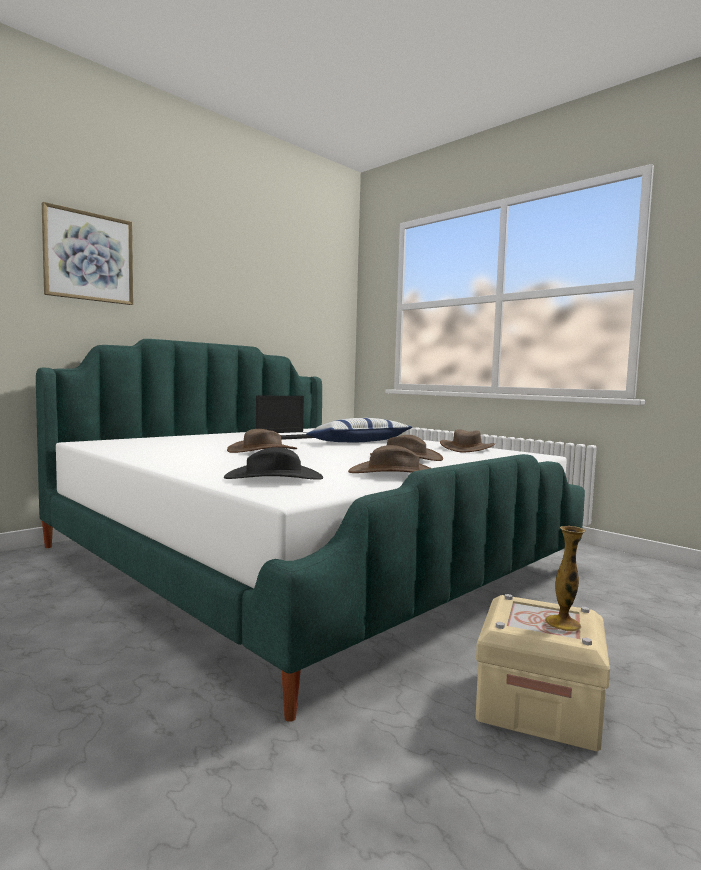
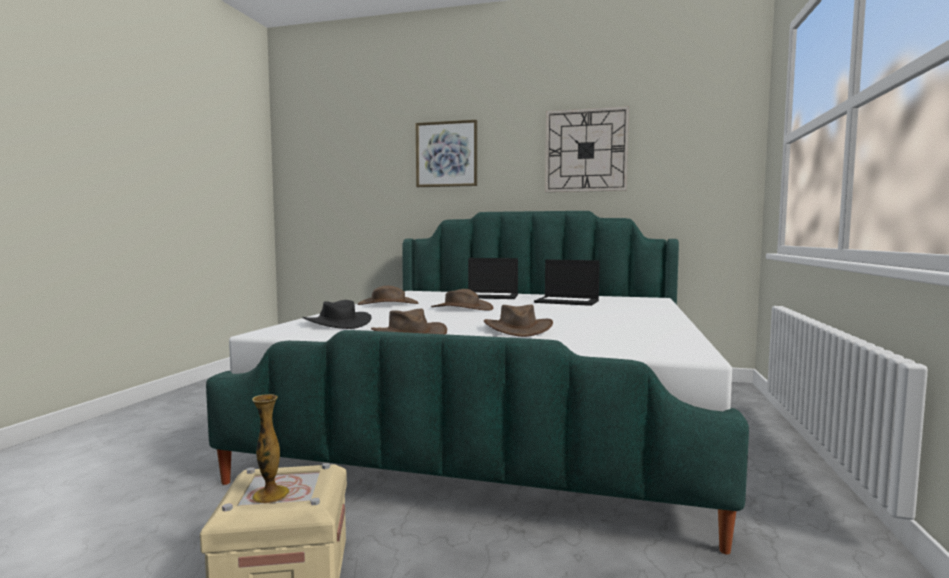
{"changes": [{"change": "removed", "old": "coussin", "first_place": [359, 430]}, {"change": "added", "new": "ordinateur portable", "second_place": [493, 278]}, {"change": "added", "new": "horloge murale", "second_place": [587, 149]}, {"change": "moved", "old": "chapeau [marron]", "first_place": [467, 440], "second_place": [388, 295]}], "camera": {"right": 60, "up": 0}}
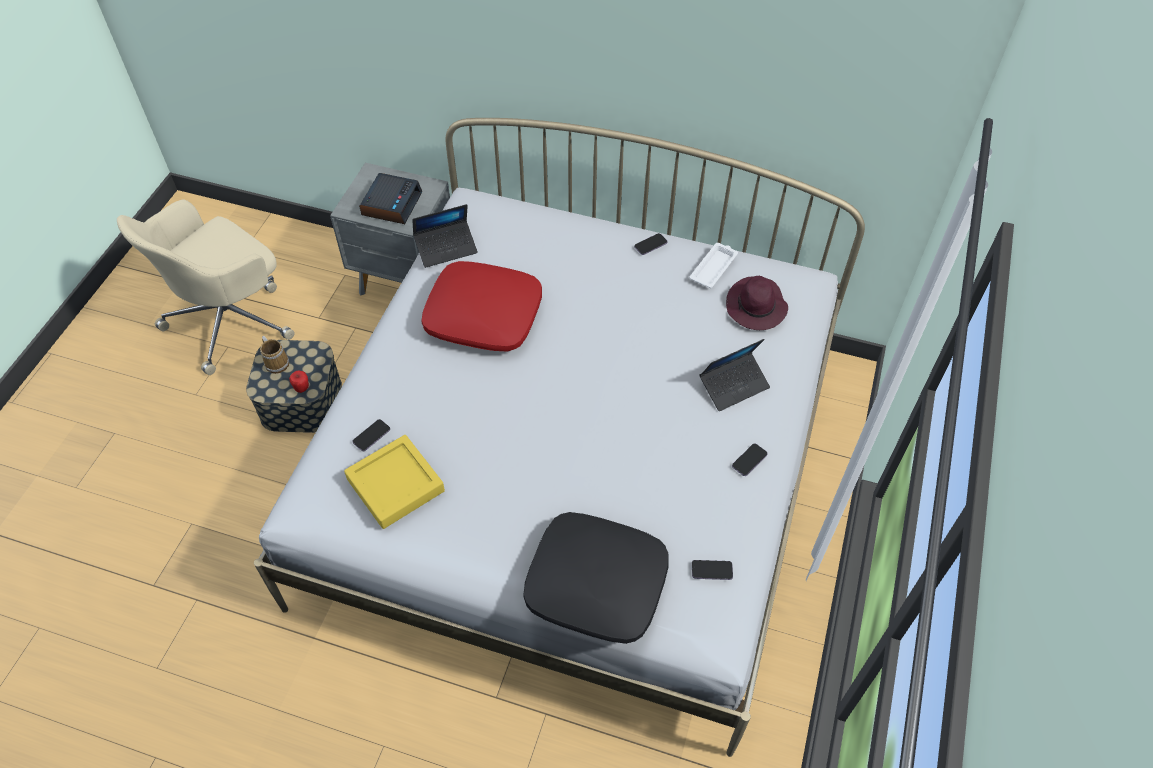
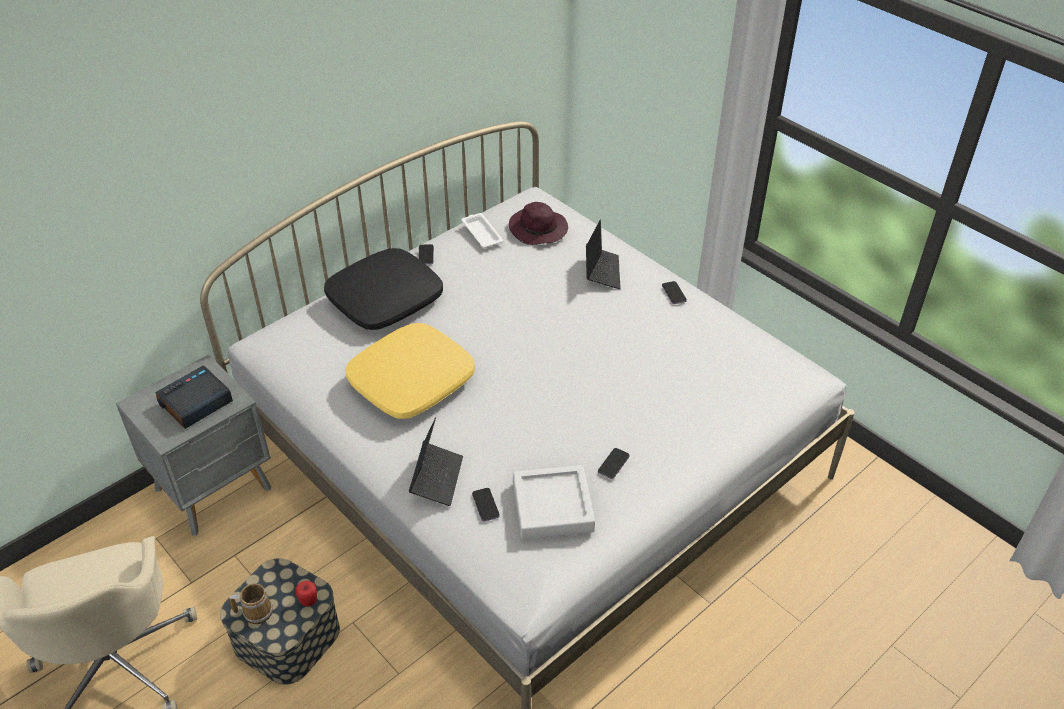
{"changes": [{"change": "moved", "old": "ordinateur portable", "first_place": [445, 236], "second_place": [436, 461]}, {"change": "moved", "old": "coussin [noir]", "first_place": [596, 578], "second_place": [383, 289]}, {"change": "moved", "old": "téléphone", "first_place": [712, 570], "second_place": [614, 463]}, {"change": "recoloured", "old": "plateau [jaune]", "new": "plateau [gris]", "first_place": [394, 482], "second_place": [554, 502]}, {"change": "recoloured", "old": "coussin [rouge]", "new": "coussin [jaune]", "first_place": [482, 306], "second_place": [410, 371]}, {"change": "turned", "old": "réveil", "first_place": [390, 198], "second_place": [194, 397], "degrees": -90}], "camera": {"right": -60, "up": -10}}
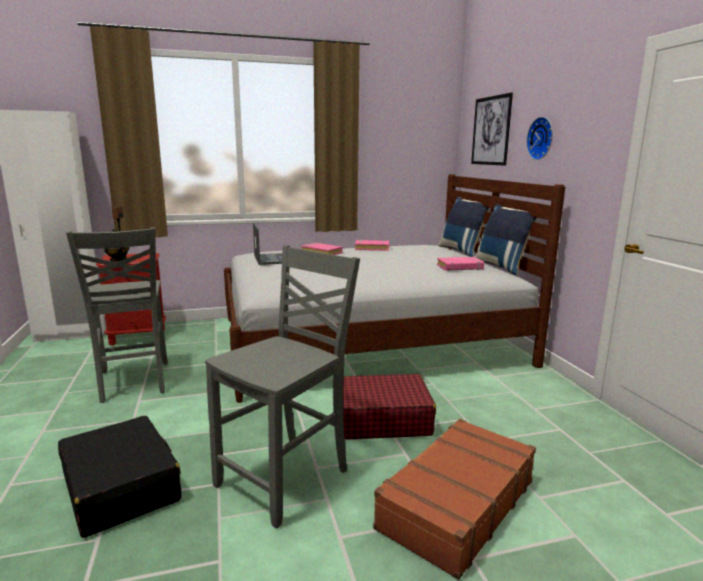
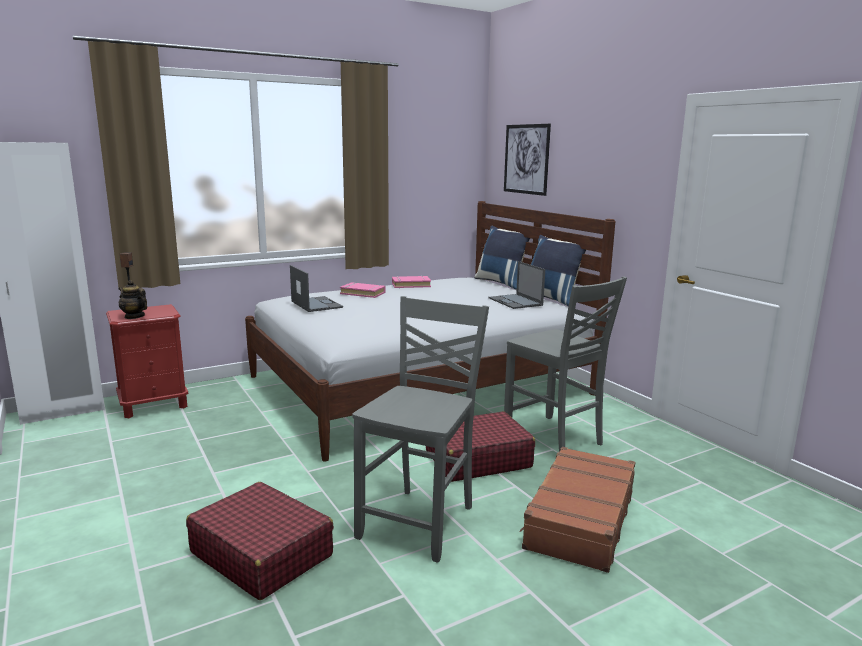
{"changes": [{"change": "removed", "old": "horloge murale", "first_place": [539, 138]}, {"change": "moved", "old": "chaise [gris]", "first_place": [117, 315], "second_place": [565, 364]}, {"change": "replaced", "old": "livre [rose]", "new": "ordinateur portable", "first_place": [460, 264], "second_place": [517, 285]}, {"change": "recoloured", "old": "valise [noir]", "new": "valise [rouge]", "first_place": [119, 477], "second_place": [260, 541]}], "camera": {"right": -15, "up": 0}}
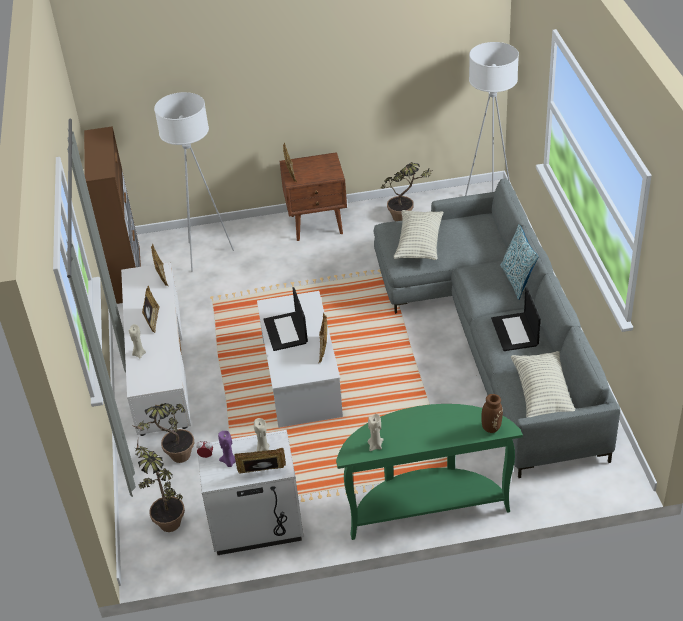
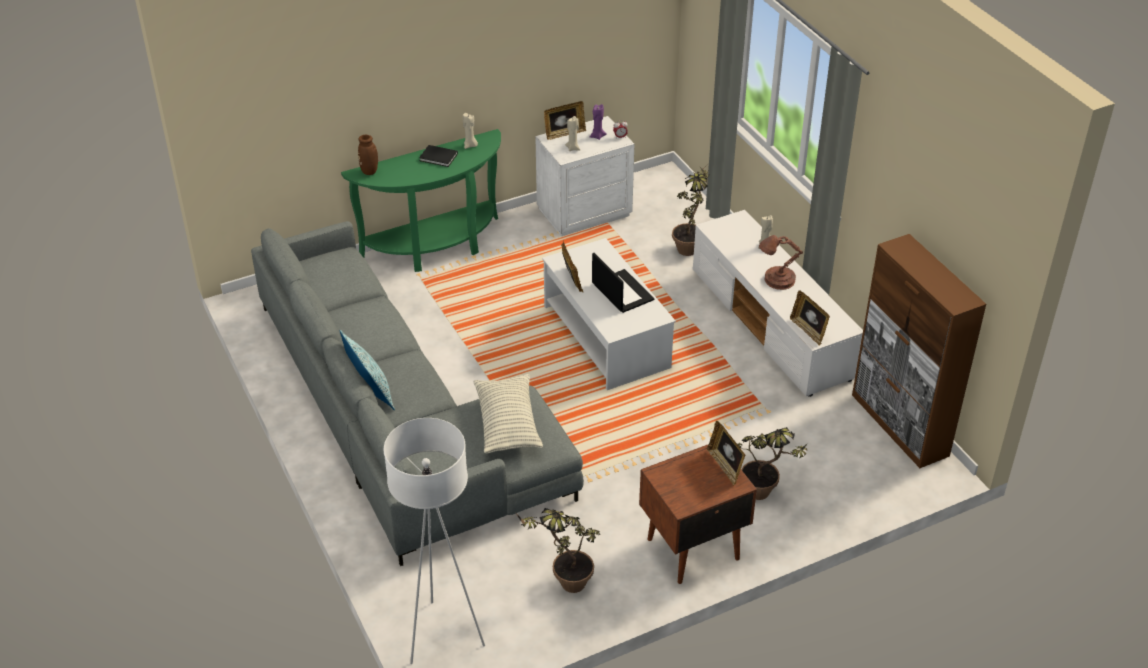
{"changes": [{"change": "removed", "old": "lampadaire [blanc]", "first_place": [194, 182]}, {"change": "removed", "old": "ordinateur portable", "first_place": [516, 319]}, {"change": "removed", "old": "coussin", "first_place": [543, 384]}, {"change": "added", "new": "livre [noir]", "second_place": [438, 156]}, {"change": "moved", "old": "plante en pot", "first_place": [160, 487], "second_place": [773, 463]}, {"change": "replaced", "old": "cadre photo", "new": "lampe de table [marron]", "first_place": [151, 309], "second_place": [781, 262]}], "camera": {"right": 160, "up": 0}}
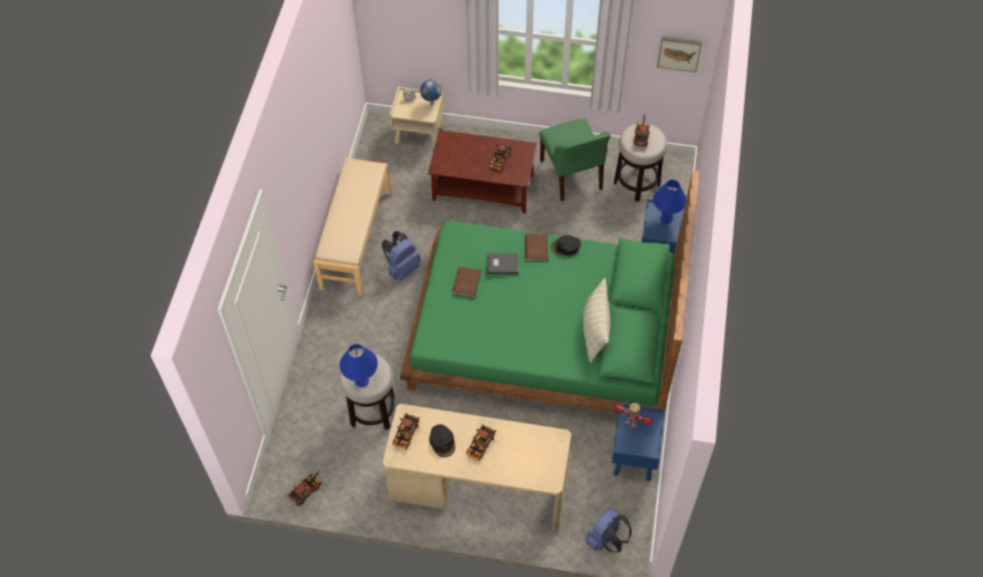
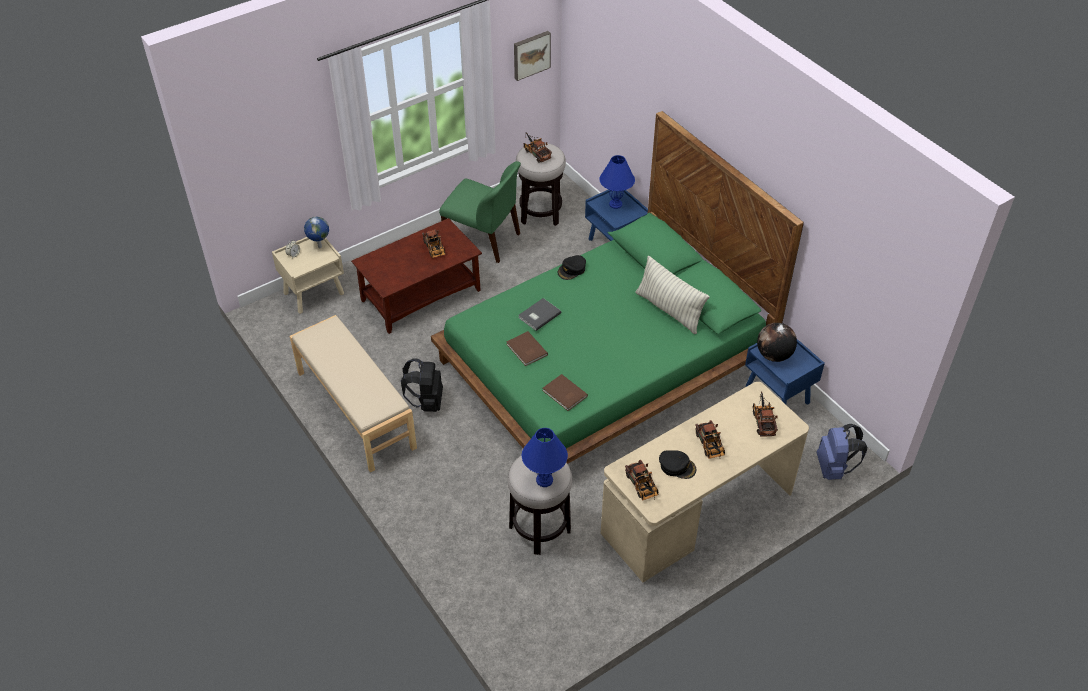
{"changes": [{"change": "moved", "old": "camion jouet", "first_place": [305, 489], "second_place": [765, 414]}, {"change": "moved", "old": "livre [marron]", "first_place": [536, 247], "second_place": [565, 392]}, {"change": "replaced", "old": "robot jouet", "new": "globe", "first_place": [634, 416], "second_place": [777, 342]}, {"change": "recoloured", "old": "sac à dos [bleu]", "new": "sac à dos [noir]", "first_place": [401, 256], "second_place": [422, 385]}], "camera": {"right": -45, "up": -10}}
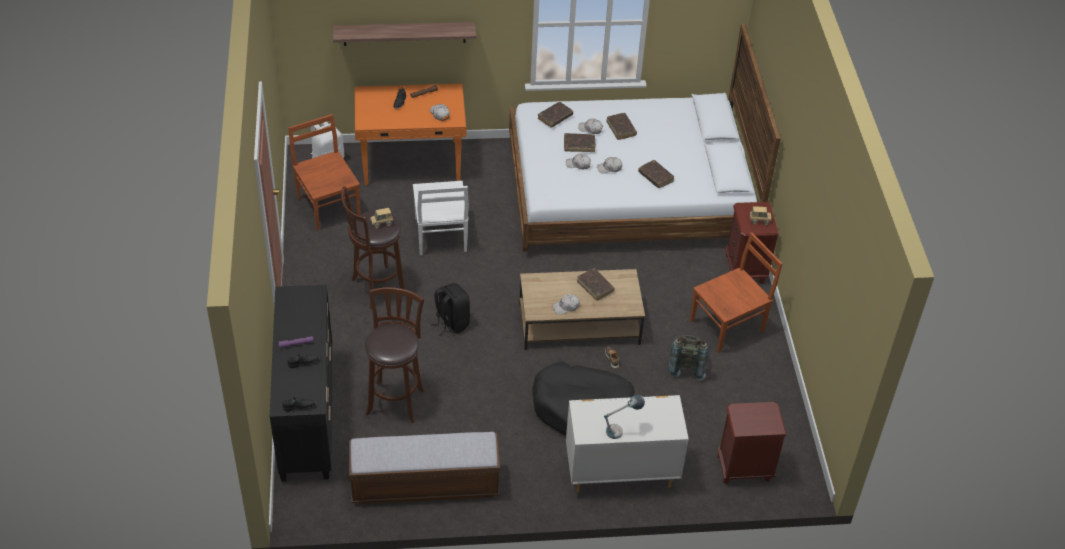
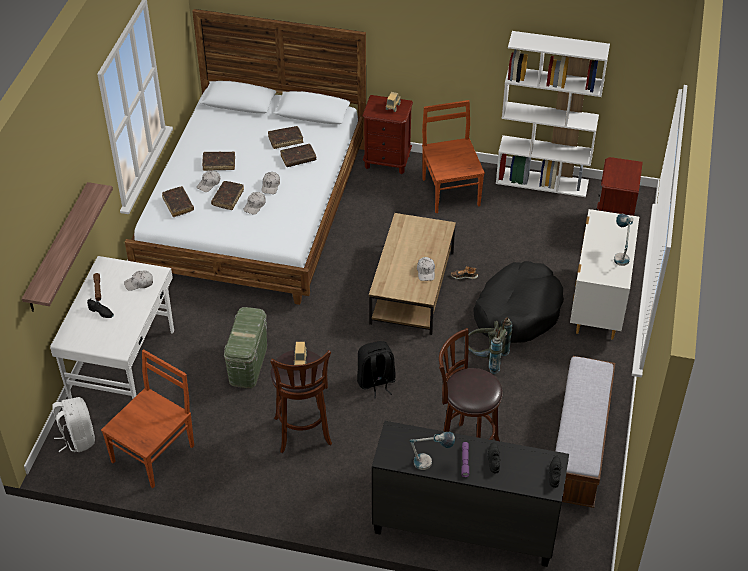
{"changes": [{"change": "added", "new": "lampe de table", "second_place": [432, 451]}, {"change": "added", "new": "bibliothèque [blanc]", "second_place": [553, 114]}, {"change": "moved", "old": "livre [marron]", "first_place": [596, 284], "second_place": [285, 137]}, {"change": "moved", "old": "sac à dos [gris]", "first_place": [688, 358], "second_place": [490, 345]}, {"change": "replaced", "old": "chaise [blanc]", "new": "boîte de rangement [vert]", "first_place": [441, 218], "second_place": [245, 347]}, {"change": "recoloured", "old": "bureau [orange]", "new": "bureau [blanc]", "first_place": [410, 134], "second_place": [112, 328]}, {"change": "turned", "old": "chaise [marron]", "first_place": [324, 172], "second_place": [147, 418], "degrees": 135}], "camera": {"right": -70, "up": 0}}
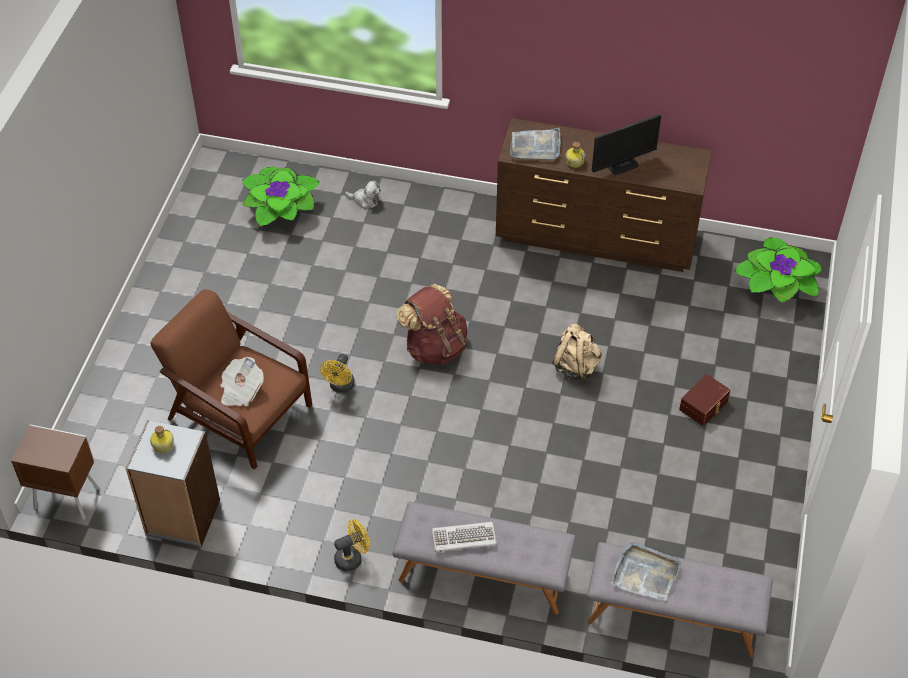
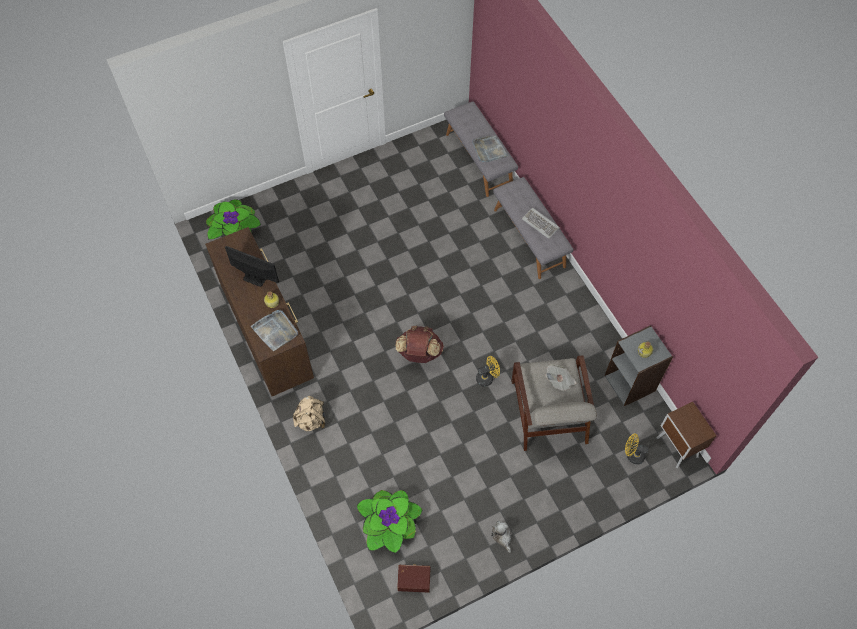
{"changes": [{"change": "moved", "old": "ventilateur [jaune]", "first_place": [351, 545], "second_place": [637, 449]}, {"change": "moved", "old": "peluche", "first_place": [363, 194], "second_place": [501, 537]}, {"change": "moved", "old": "sac à dos [beige]", "first_place": [577, 353], "second_place": [309, 413]}, {"change": "moved", "old": "boîte de rangement [marron]", "first_place": [704, 400], "second_place": [413, 579]}, {"change": "recoloured", "old": "fauteuil [marron]", "new": "fauteuil [gris]", "first_place": [231, 379], "second_place": [554, 403]}], "camera": {"right": -130, "up": 10}}
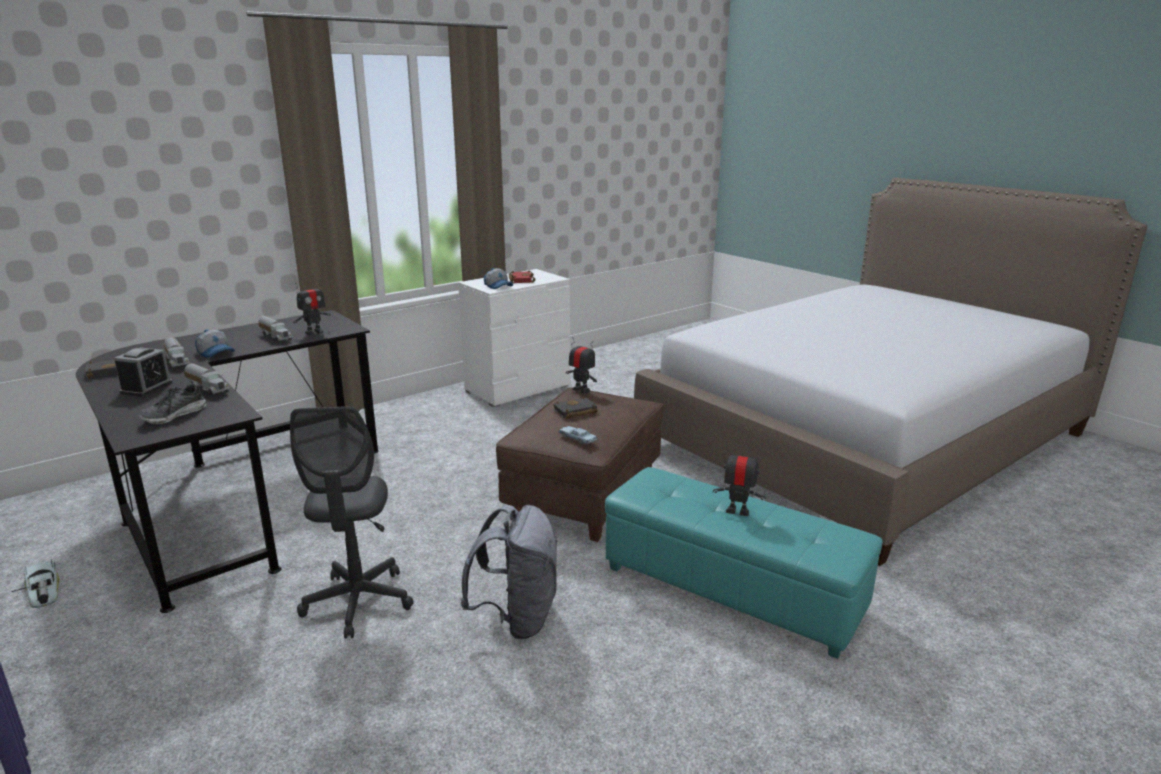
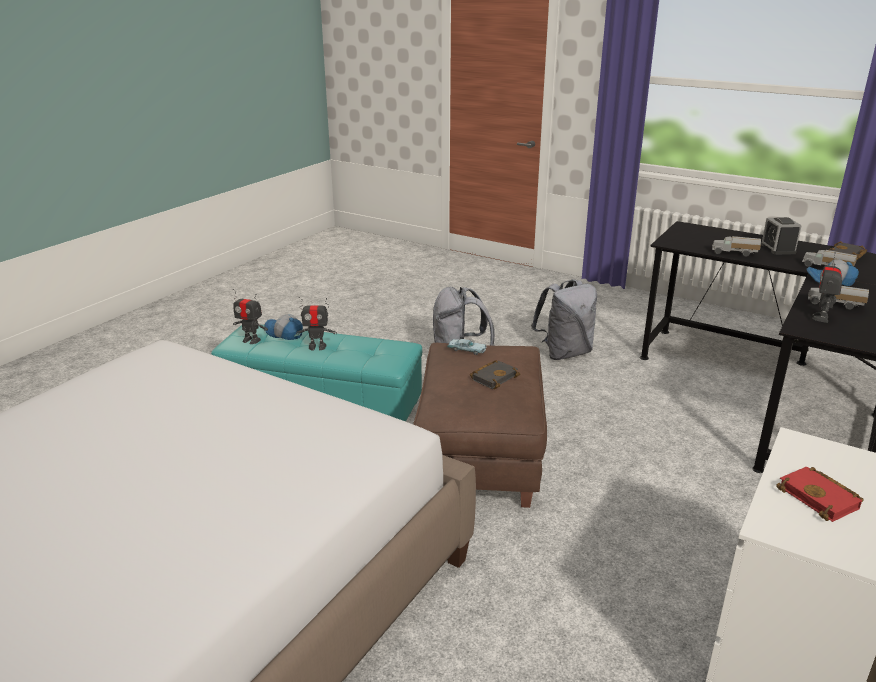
{"changes": [{"change": "removed", "old": "petite voiture", "first_place": [35, 583]}, {"change": "removed", "old": "chaussure", "first_place": [172, 403]}, {"change": "moved", "old": "casquette", "first_place": [498, 278], "second_place": [283, 327]}, {"change": "moved", "old": "robot jouet", "first_place": [581, 365], "second_place": [250, 316]}, {"change": "replaced", "old": "chaise de bureau [gris]", "new": "sac à dos [gris]", "first_place": [352, 522], "second_place": [564, 319]}], "camera": {"right": 160, "up": 5}}
